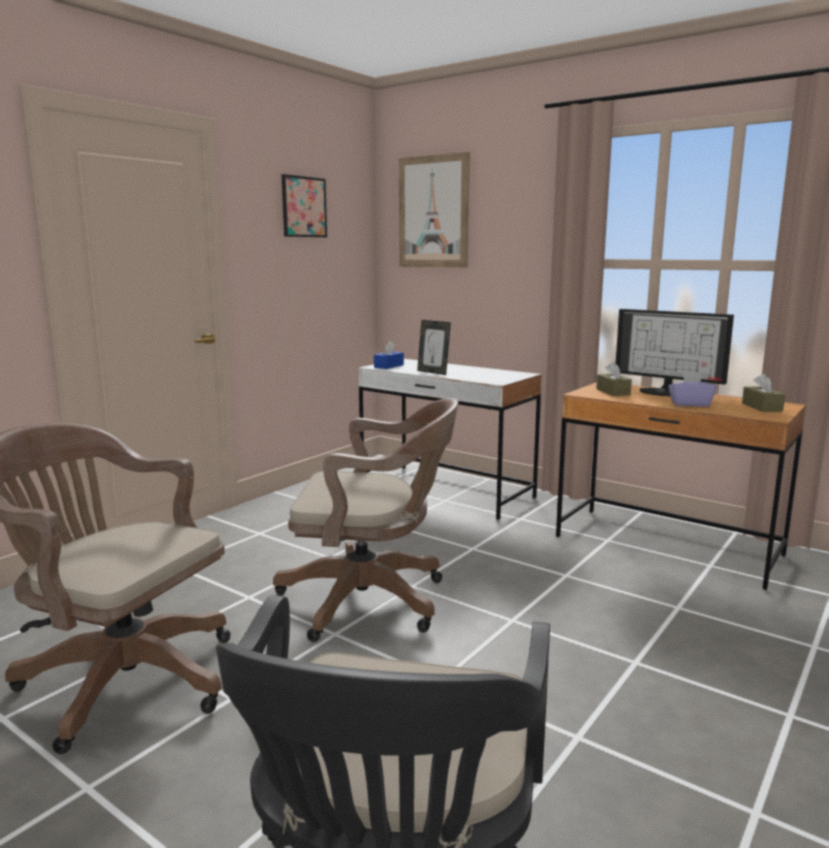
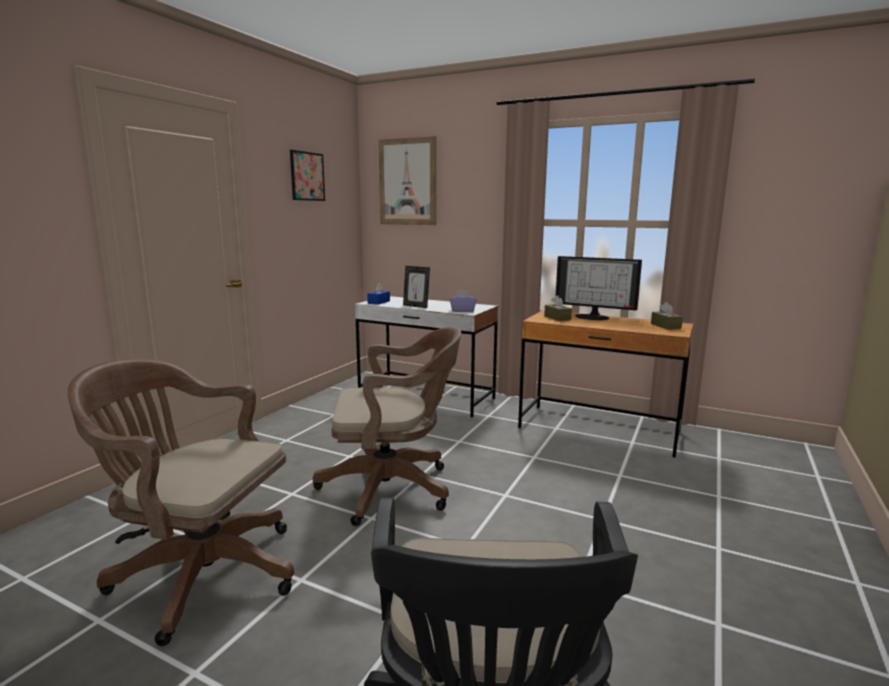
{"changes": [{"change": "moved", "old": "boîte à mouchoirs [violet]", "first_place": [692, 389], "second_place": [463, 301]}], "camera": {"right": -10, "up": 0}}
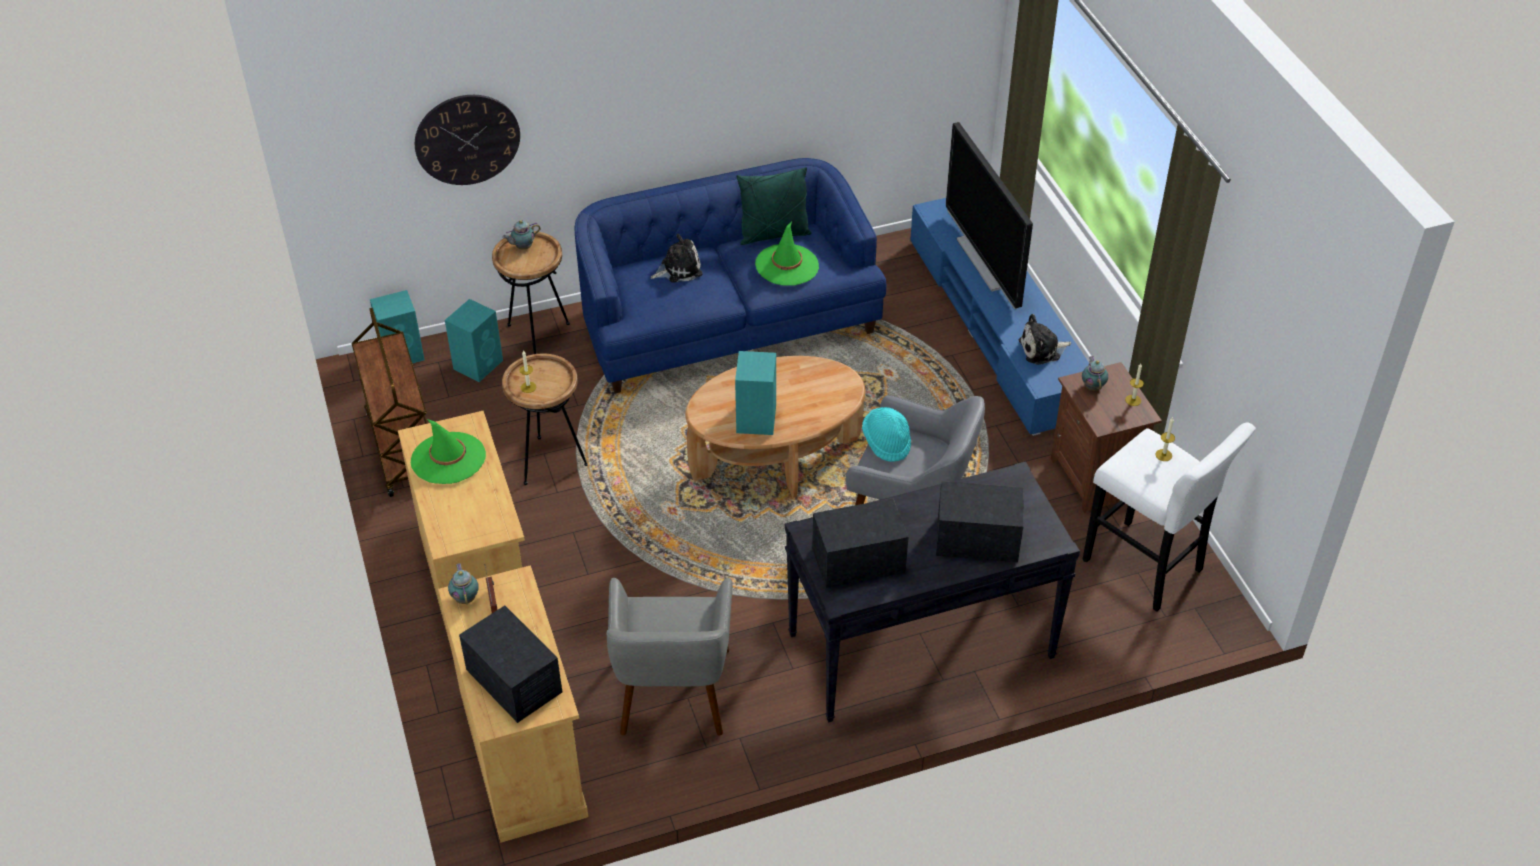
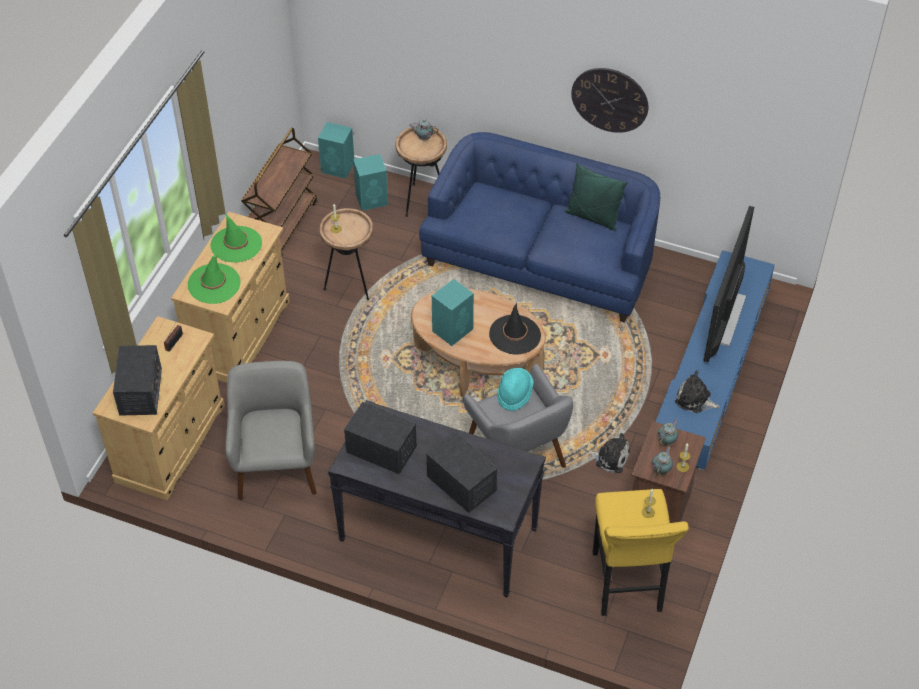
{"changes": [{"change": "added", "new": "chapeau [noir]", "second_place": [515, 328]}, {"change": "moved", "old": "horloge murale", "first_place": [467, 140], "second_place": [609, 100]}, {"change": "moved", "old": "théière", "first_place": [463, 583], "second_place": [662, 461]}, {"change": "moved", "old": "peluche", "first_place": [677, 258], "second_place": [608, 453]}, {"change": "moved", "old": "chapeau [vert]", "first_place": [787, 253], "second_place": [214, 279]}, {"change": "recoloured", "old": "tabouret [blanc]", "new": "tabouret [jaune]", "first_place": [1169, 517], "second_place": [641, 552]}, {"change": "turned", "old": "fauteuil [gris]", "first_place": [669, 657], "second_place": [271, 430], "degrees": 135}], "camera": {"right": 40, "up": 5}}
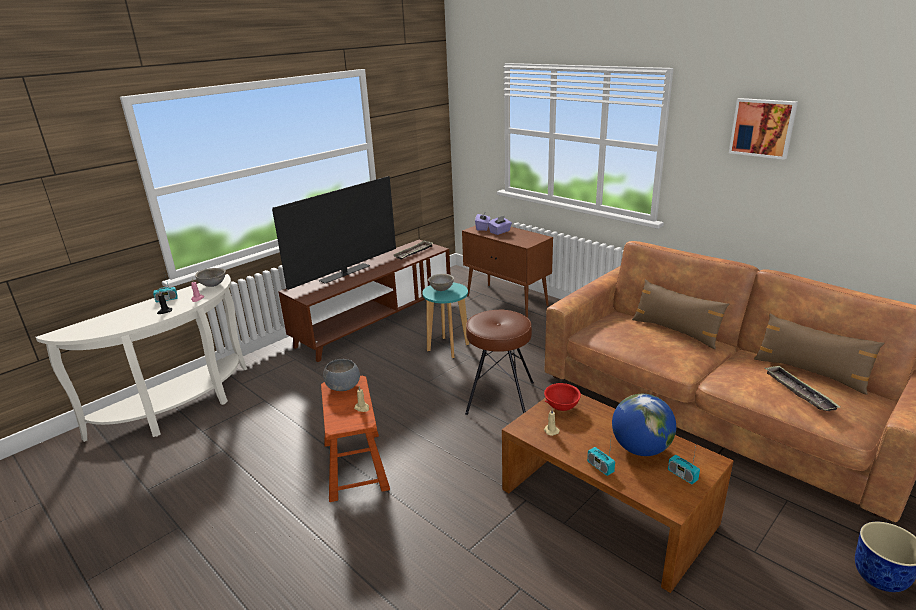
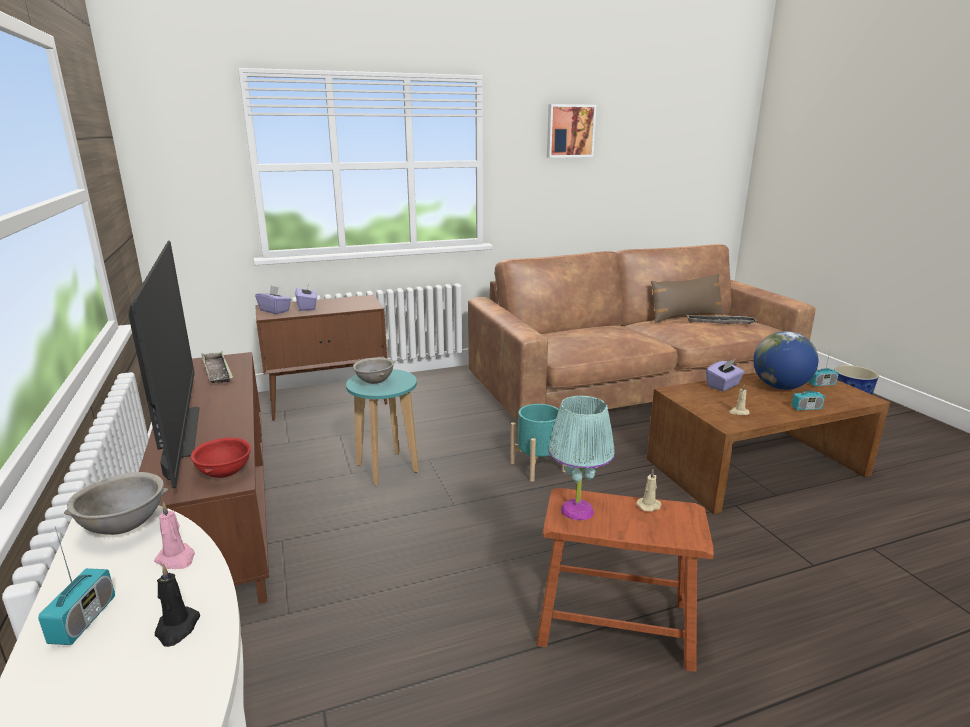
{"changes": [{"change": "removed", "old": "coussin [marron]", "first_place": [680, 314]}, {"change": "added", "new": "boîte à mouchoirs [violet]", "second_place": [725, 375]}, {"change": "moved", "old": "bol [rouge]", "first_place": [562, 397], "second_place": [221, 457]}, {"change": "replaced", "old": "bol [gris]", "new": "lampe de table [turquoise]", "first_place": [341, 375], "second_place": [581, 457]}, {"change": "replaced", "old": "tabouret [marron]", "new": "cache-pot [turquoise]", "first_place": [499, 362], "second_place": [537, 443]}], "camera": {"right": -65, "up": -5}}
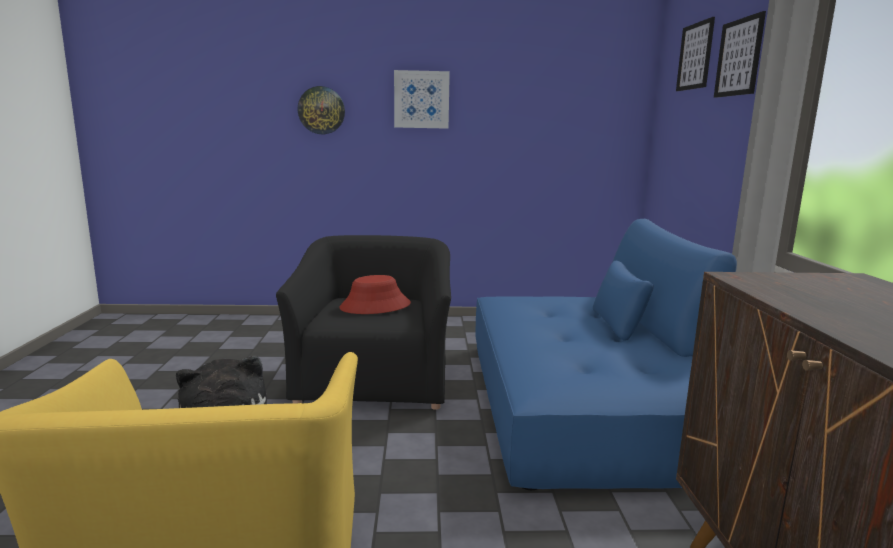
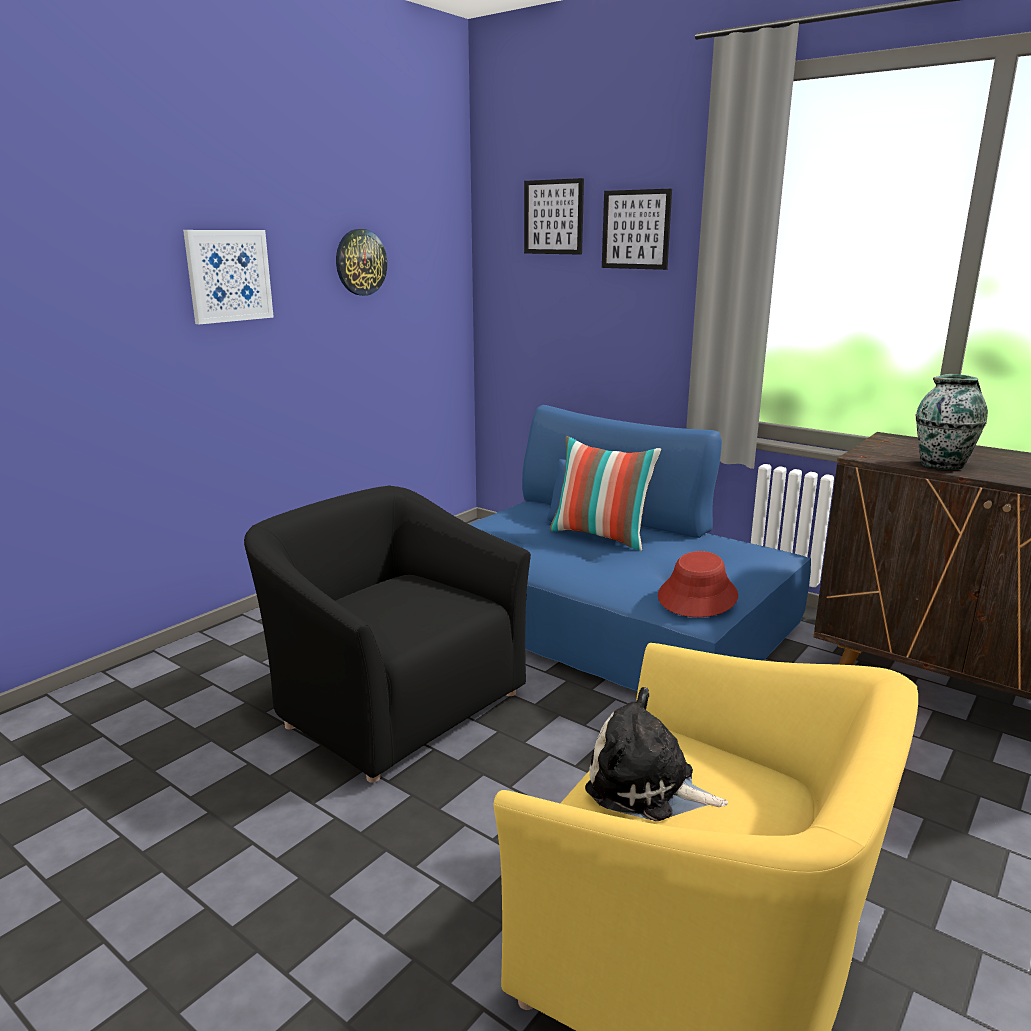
{"changes": [{"change": "added", "new": "coussin", "second_place": [605, 493]}, {"change": "added", "new": "vase", "second_place": [952, 422]}, {"change": "moved", "old": "horloge murale", "first_place": [321, 110], "second_place": [361, 262]}, {"change": "moved", "old": "chapeau [rouge]", "first_place": [375, 294], "second_place": [698, 584]}], "camera": {"right": -50, "up": 5}}
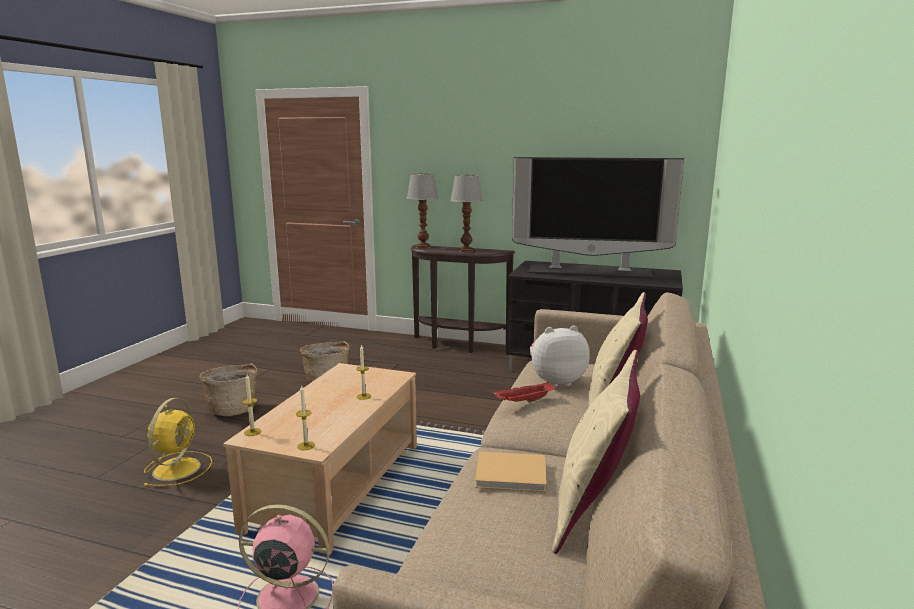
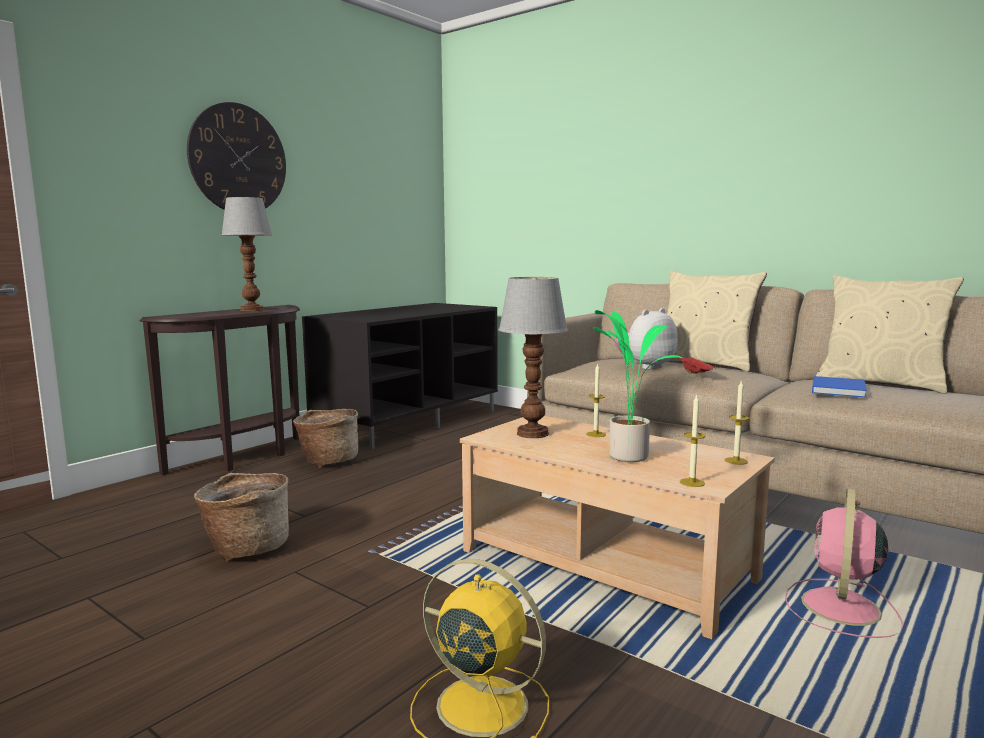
{"changes": [{"change": "removed", "old": "téléviseur", "first_place": [598, 217]}, {"change": "added", "new": "horloge murale", "second_place": [236, 156]}, {"change": "added", "new": "plante en pot", "second_place": [637, 386]}, {"change": "moved", "old": "panier", "first_place": [228, 389], "second_place": [325, 438]}, {"change": "moved", "old": "lampe de table", "first_place": [422, 211], "second_place": [533, 357]}, {"change": "recoloured", "old": "livre [beige]", "new": "livre [bleu]", "first_place": [510, 471], "second_place": [839, 387]}, {"change": "turned", "old": "peluche", "first_place": [560, 356], "second_place": [646, 338], "degrees": 45}], "camera": {"right": -70, "up": -5}}
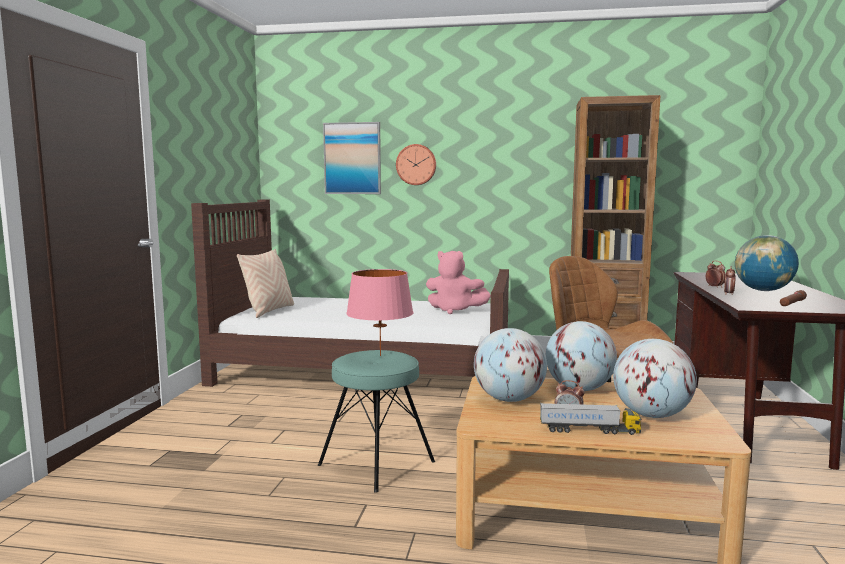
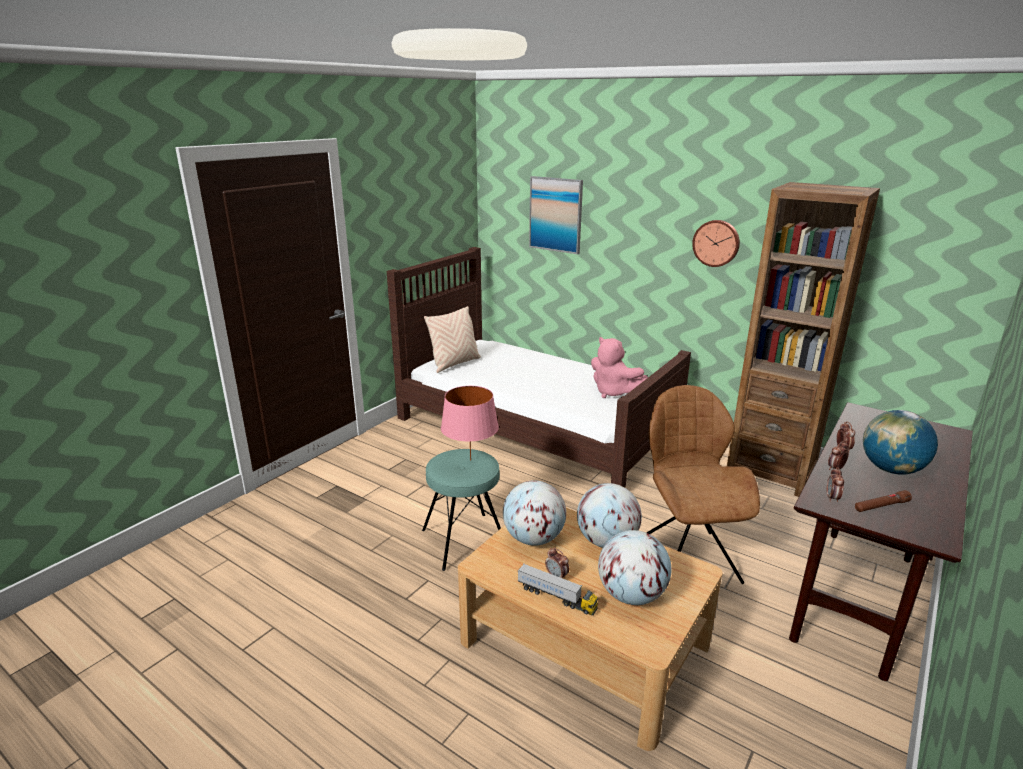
{"changes": [{"change": "added", "new": "réveil", "second_place": [835, 484]}, {"change": "moved", "old": "horloge murale", "first_place": [416, 164], "second_place": [716, 243]}], "camera": {"right": 25, "up": 15}}
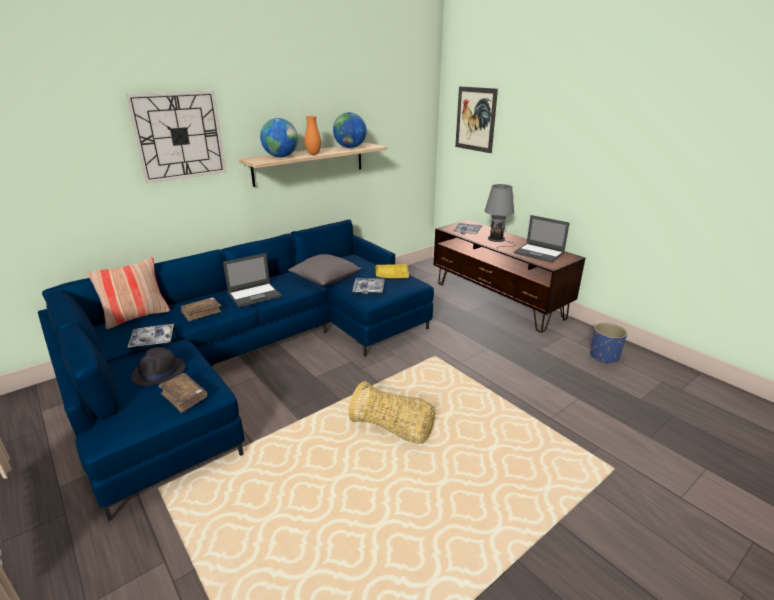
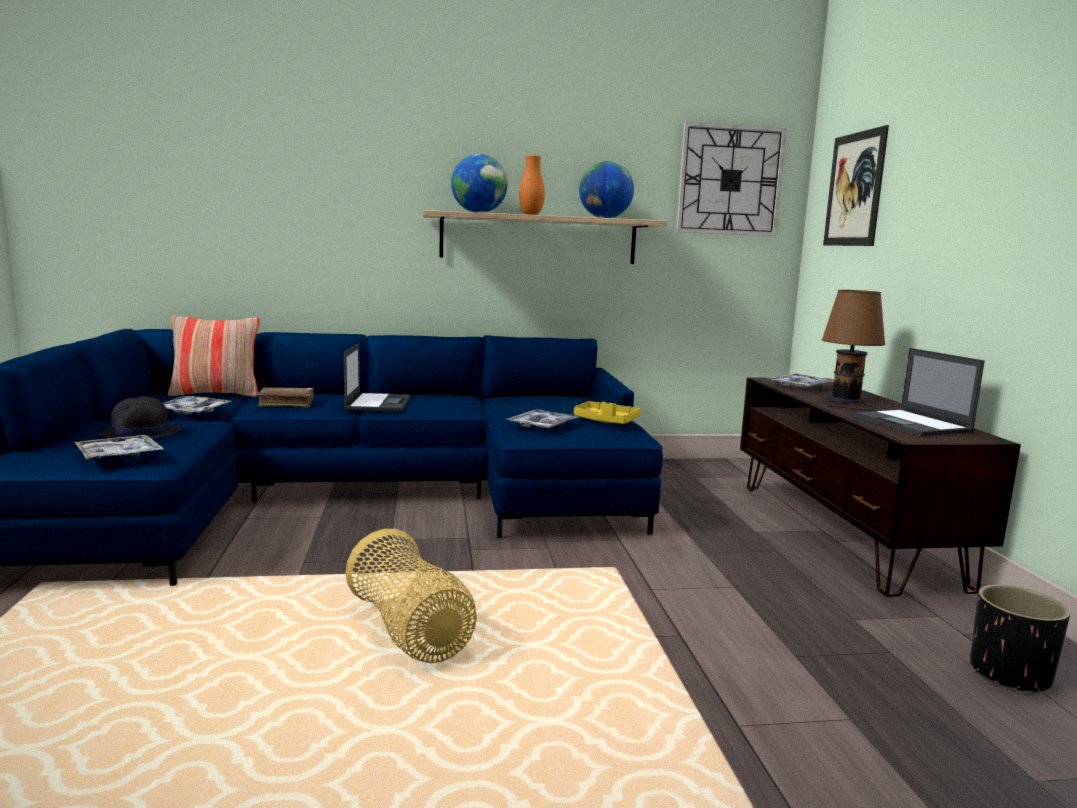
{"changes": [{"change": "removed", "old": "coussin [gris]", "first_place": [325, 269]}, {"change": "moved", "old": "horloge murale", "first_place": [175, 137], "second_place": [731, 179]}, {"change": "replaced", "old": "livre [marron]", "new": "plateau", "first_place": [182, 393], "second_place": [119, 447]}, {"change": "recoloured", "old": "lampe de table [gris]", "new": "lampe de table [marron]", "first_place": [500, 216], "second_place": [853, 350]}, {"change": "recoloured", "old": "cache-pot [bleu]", "new": "cache-pot [noir]", "first_place": [608, 343], "second_place": [1020, 639]}, {"change": "turned", "old": "ordinateur portable", "first_place": [252, 280], "second_place": [377, 377], "degrees": -90}], "camera": {"right": 30, "up": -15}}
